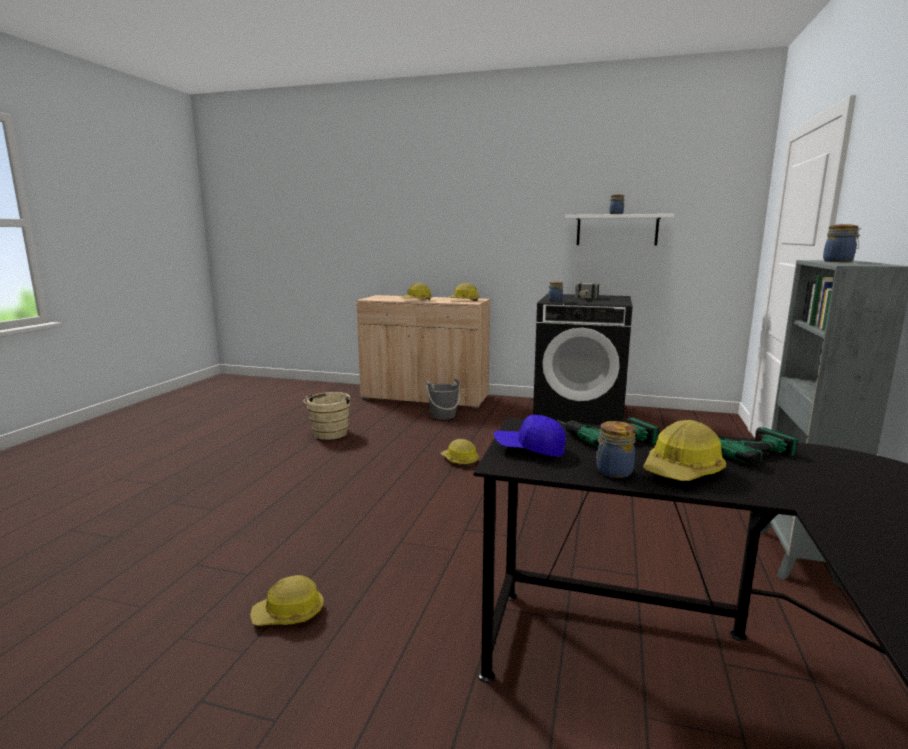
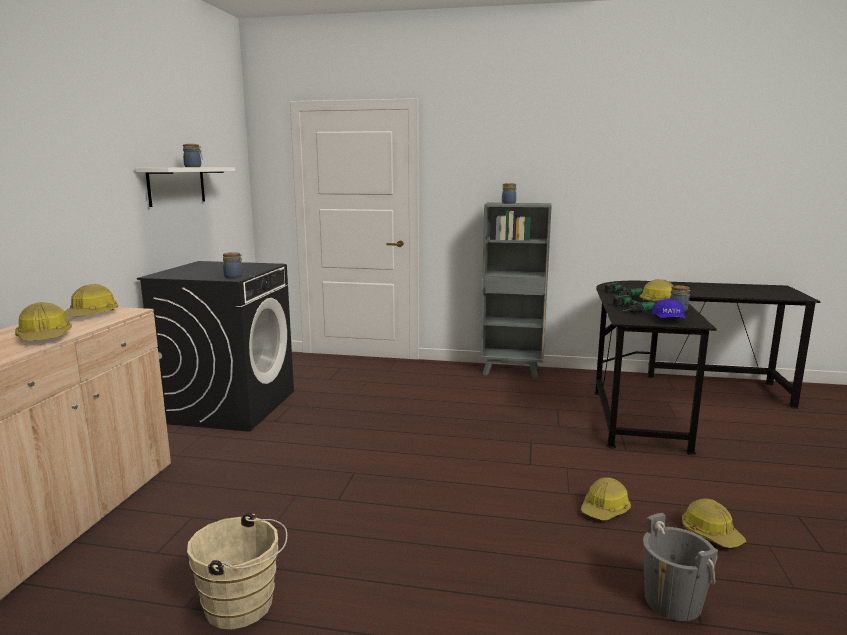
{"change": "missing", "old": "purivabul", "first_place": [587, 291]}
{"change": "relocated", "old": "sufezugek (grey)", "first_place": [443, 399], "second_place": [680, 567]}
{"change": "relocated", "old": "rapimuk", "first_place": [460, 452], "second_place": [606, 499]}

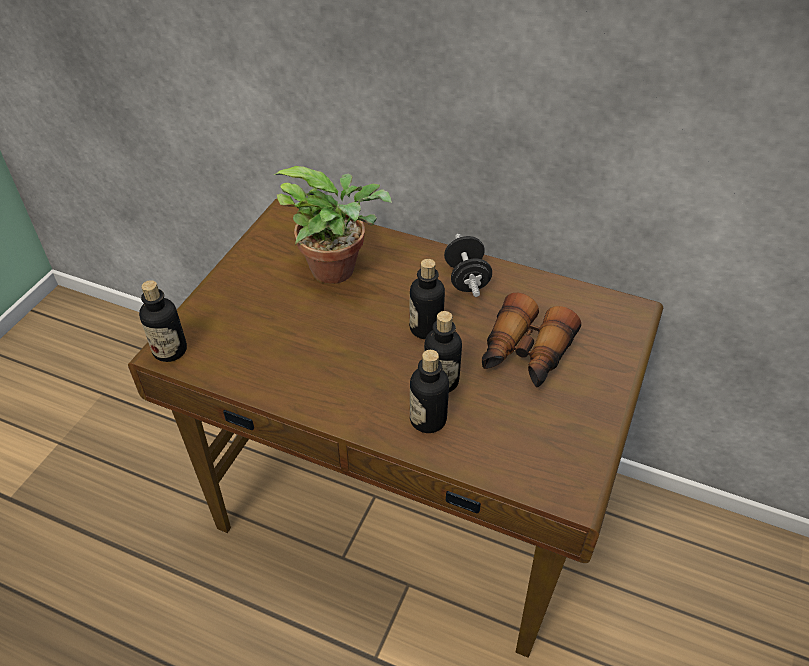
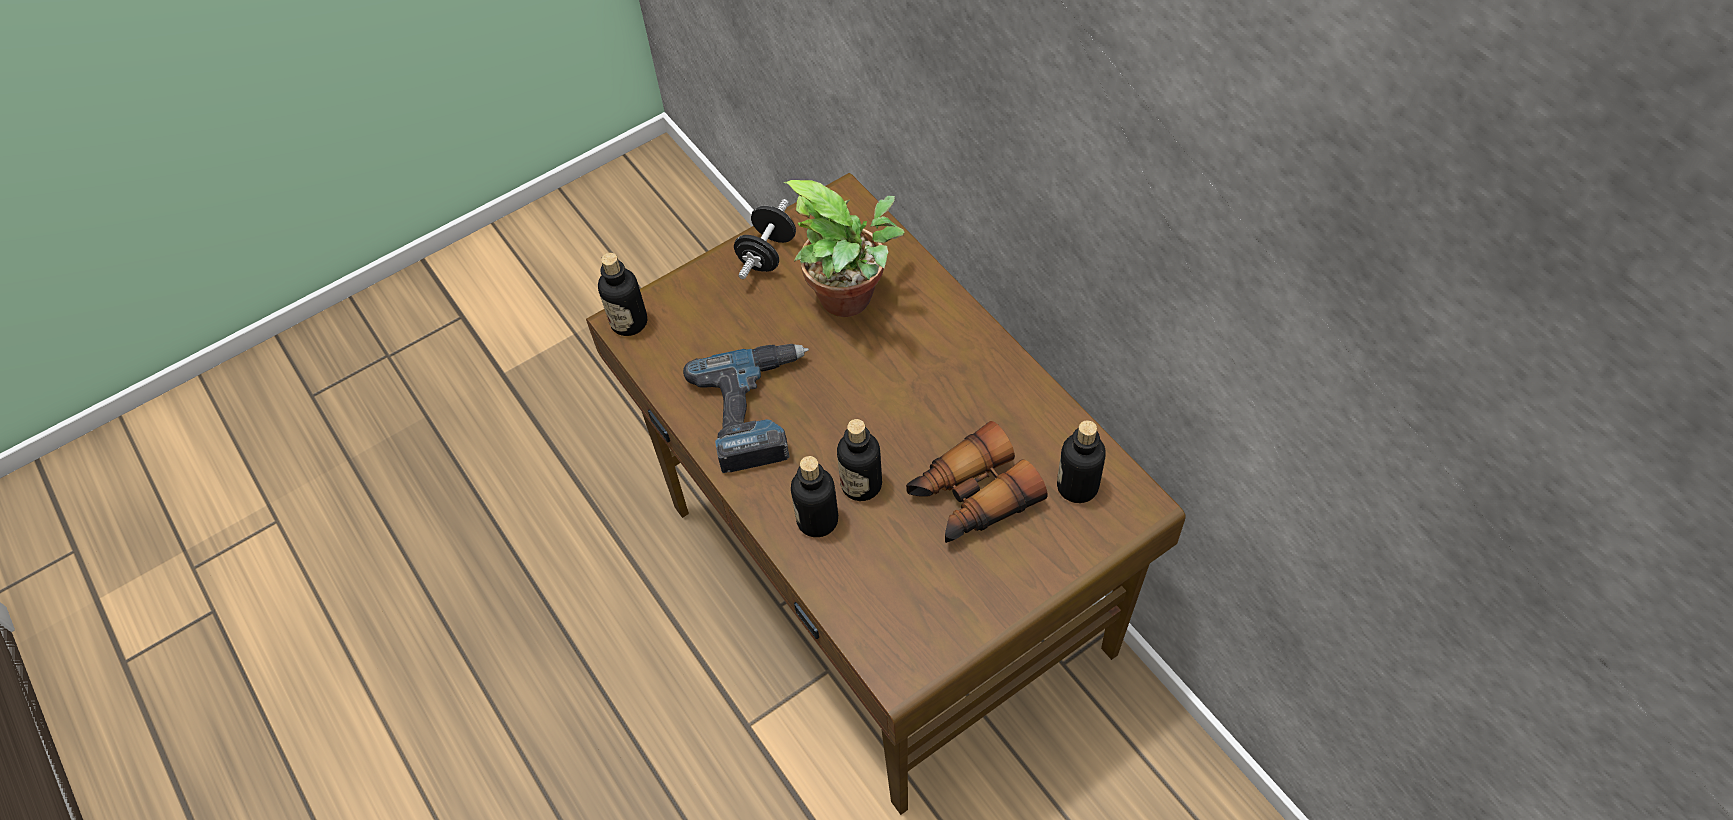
{"change": "appeared", "new": "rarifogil", "second_place": [746, 408]}
{"change": "relocated", "old": "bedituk", "first_place": [427, 299], "second_place": [1081, 461]}
{"change": "relocated", "old": "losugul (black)", "first_place": [468, 265], "second_place": [765, 239]}

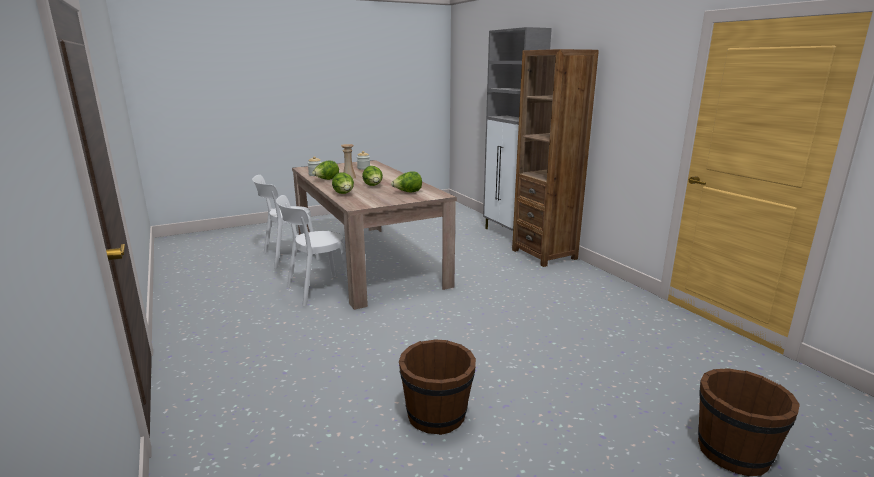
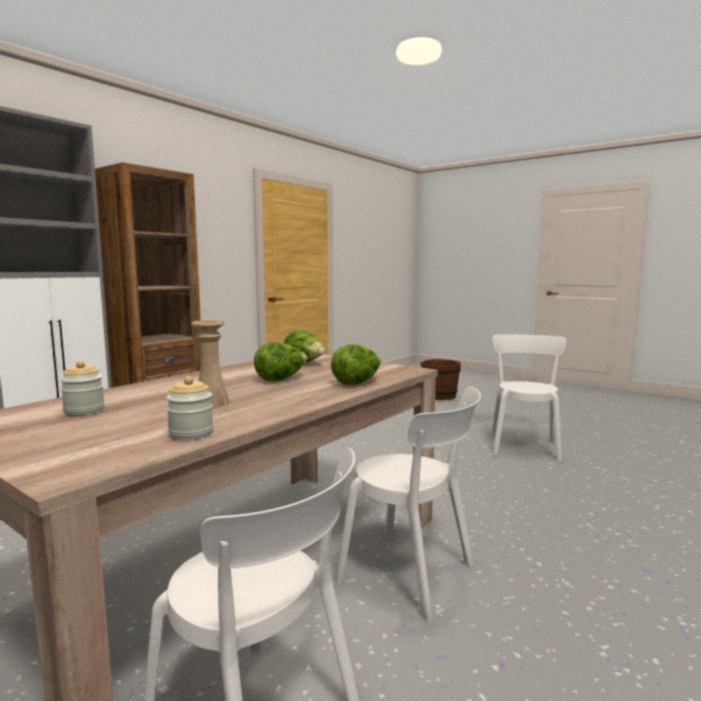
{"change": "missing", "old": "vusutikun", "first_place": [325, 170]}
{"change": "exchanged", "old": "sufezugek (brown)", "new": "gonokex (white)", "first_place": [437, 387], "second_place": [528, 398]}

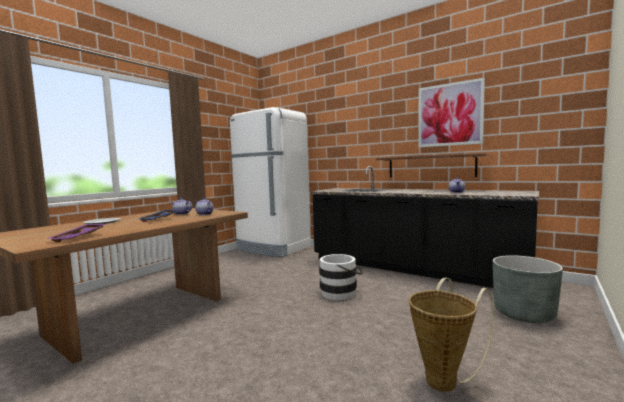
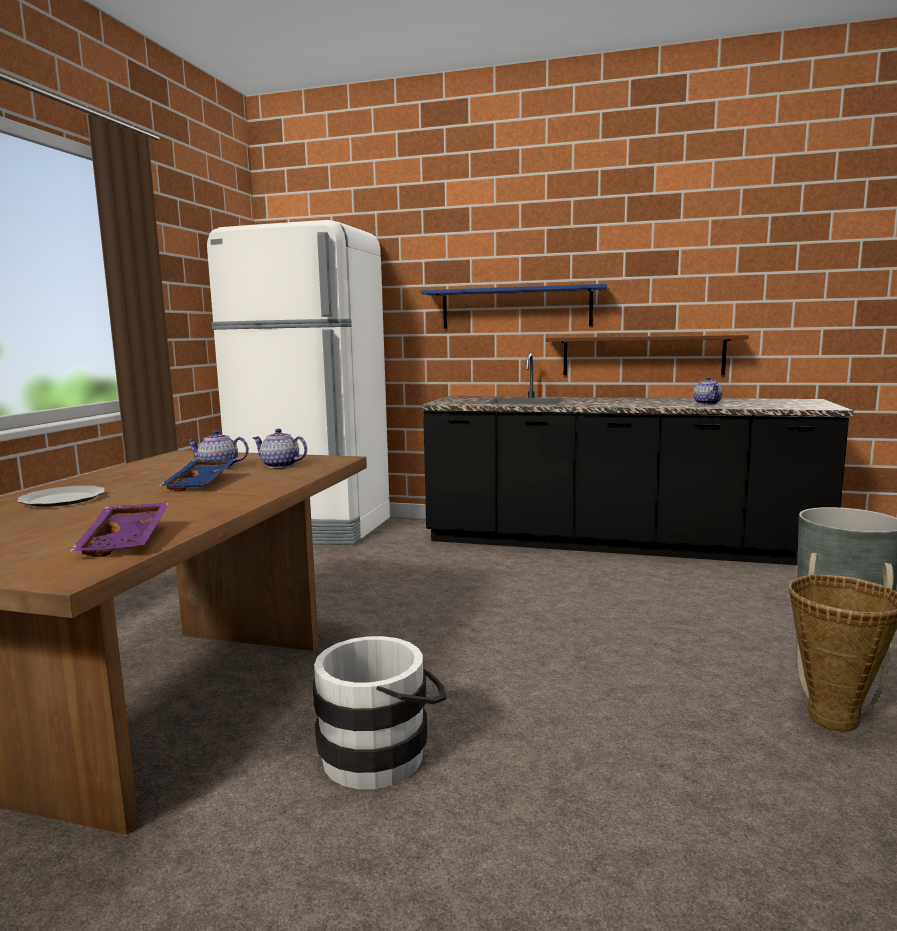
{"change": "missing", "old": "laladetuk", "first_place": [451, 112]}
{"change": "appeared", "new": "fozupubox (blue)", "second_place": [514, 306]}
{"change": "relocated", "old": "sufezugek (white)", "first_place": [341, 277], "second_place": [380, 712]}

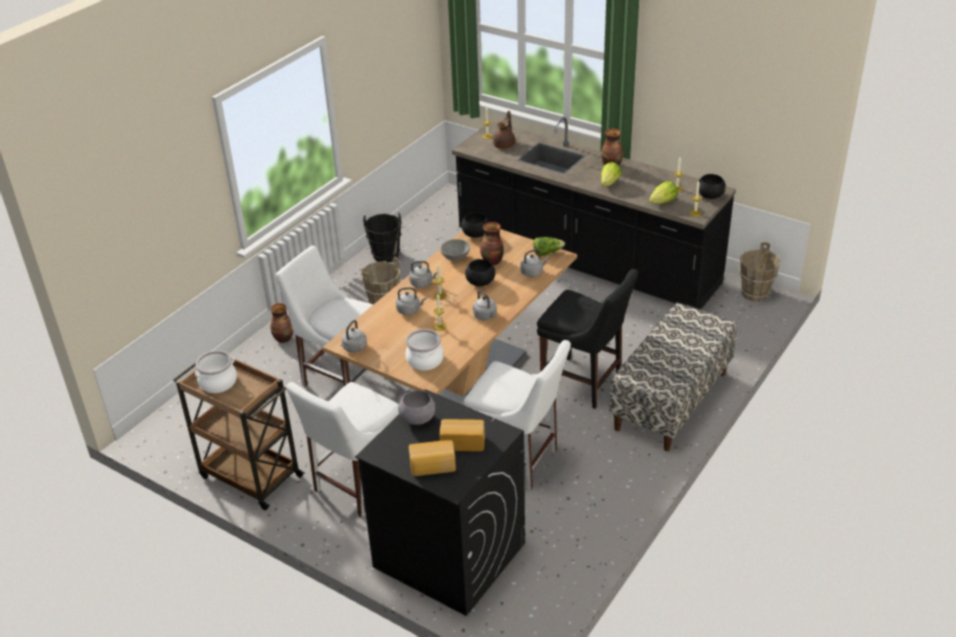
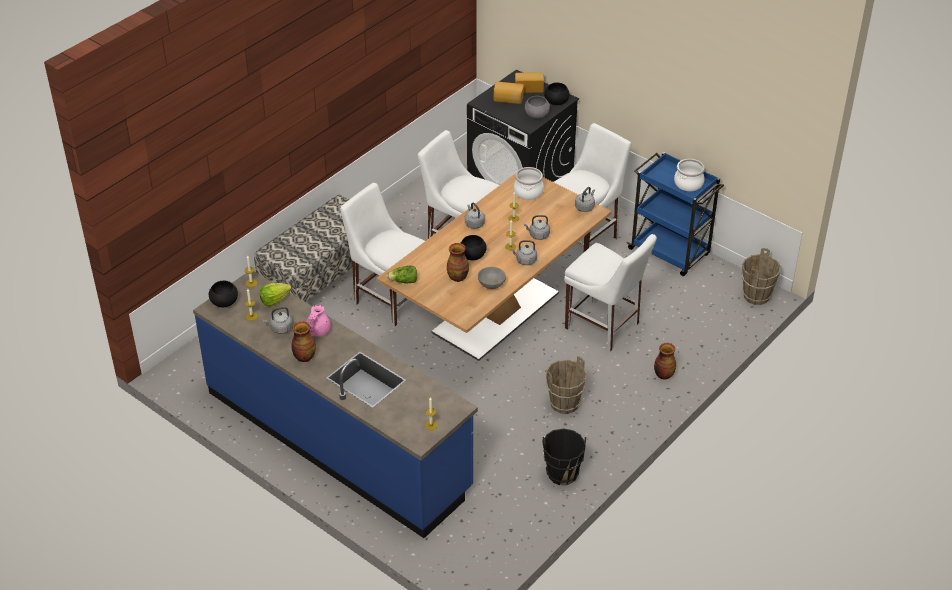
{"change": "missing", "old": "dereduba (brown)", "first_place": [504, 130]}
{"change": "relocated", "old": "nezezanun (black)", "first_place": [475, 225], "second_place": [557, 94]}
{"change": "relocated", "old": "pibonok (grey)", "first_place": [534, 263], "second_place": [278, 320]}
{"change": "relocated", "old": "sufezugek (brown)", "first_place": [759, 272], "second_place": [761, 276]}
{"change": "exchanged", "old": "vusutikun", "new": "dereduba (pink)", "first_place": [611, 174], "second_place": [318, 321]}
{"change": "colour", "old": "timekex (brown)", "new": "timekex (blue)", "first_place": [239, 434], "second_place": [675, 214]}
{"change": "colour", "old": "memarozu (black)", "new": "memarozu (blue)", "first_place": [594, 213], "second_place": [335, 404]}
{"change": "colour", "old": "gonokex (black)", "new": "gonokex (white)", "first_place": [587, 339], "second_place": [382, 254]}

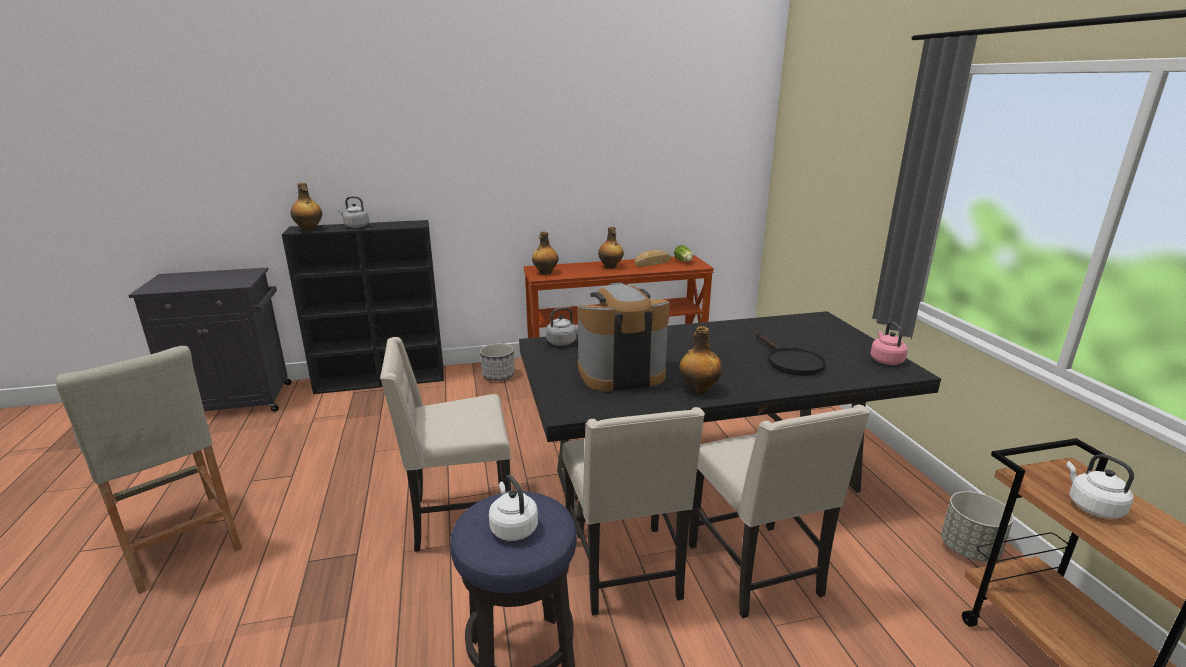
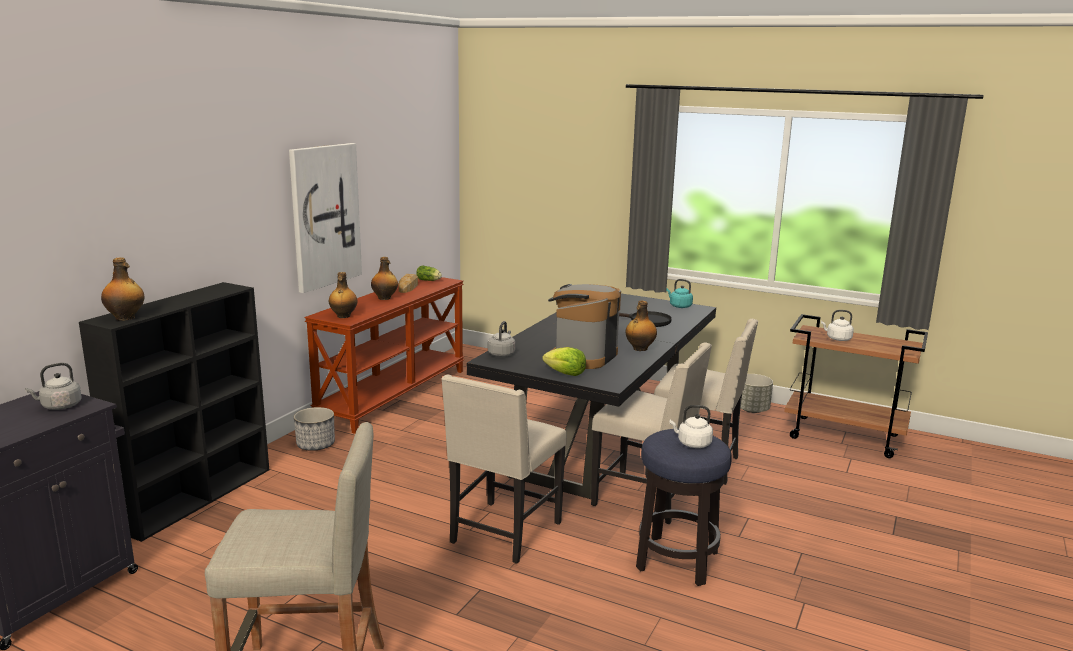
{"change": "appeared", "new": "laladetuk", "second_place": [325, 218]}
{"change": "appeared", "new": "vusutikun", "second_place": [564, 361]}
{"change": "relocated", "old": "pibonok (grey)", "first_place": [353, 212], "second_place": [53, 386]}
{"change": "colour", "old": "pibonok (pink)", "new": "pibonok (turquoise)", "first_place": [889, 343], "second_place": [679, 293]}

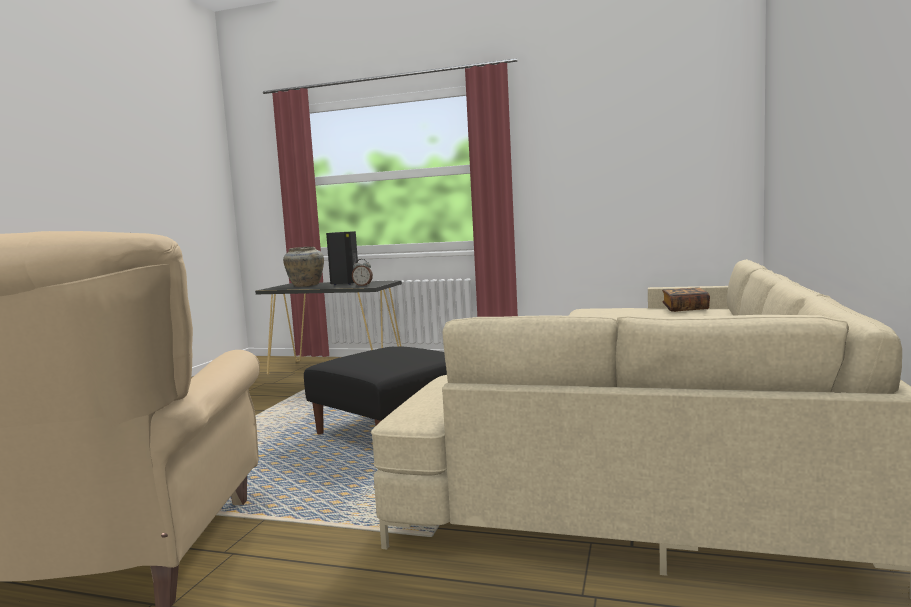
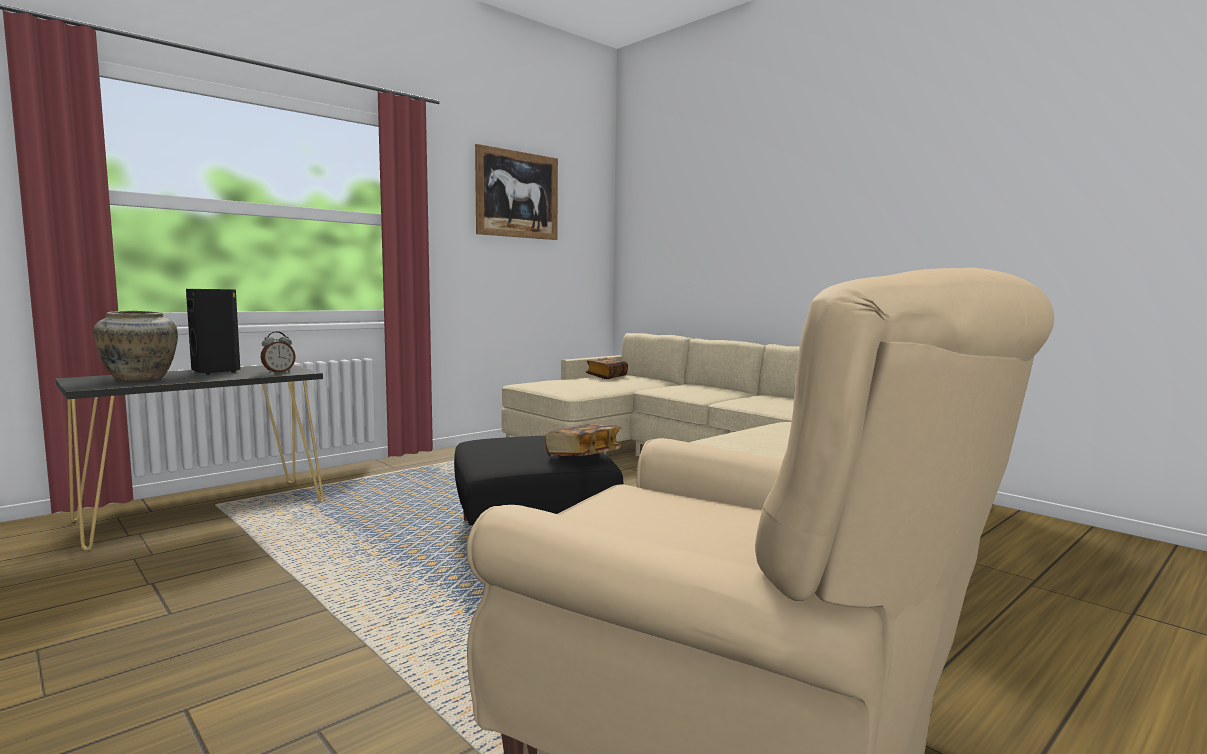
{"change": "appeared", "new": "laladetuk", "second_place": [516, 192]}
{"change": "appeared", "new": "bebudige", "second_place": [583, 440]}

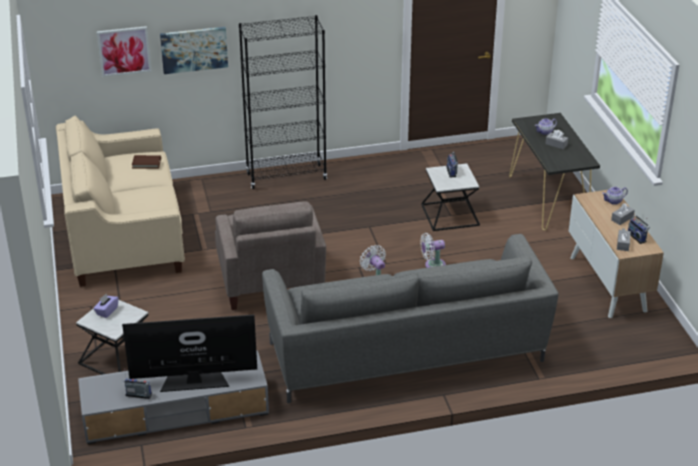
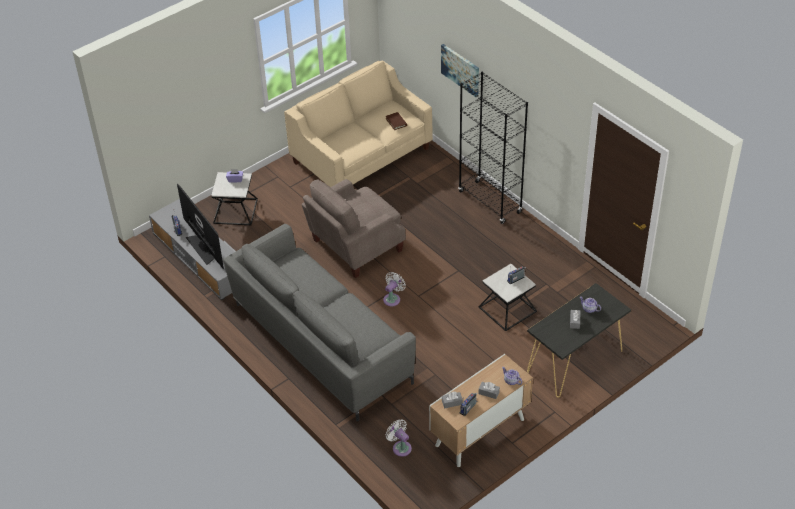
{"change": "missing", "old": "laladetuk", "first_place": [124, 51]}
{"change": "relocated", "old": "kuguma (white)", "first_place": [433, 250], "second_place": [399, 438]}

